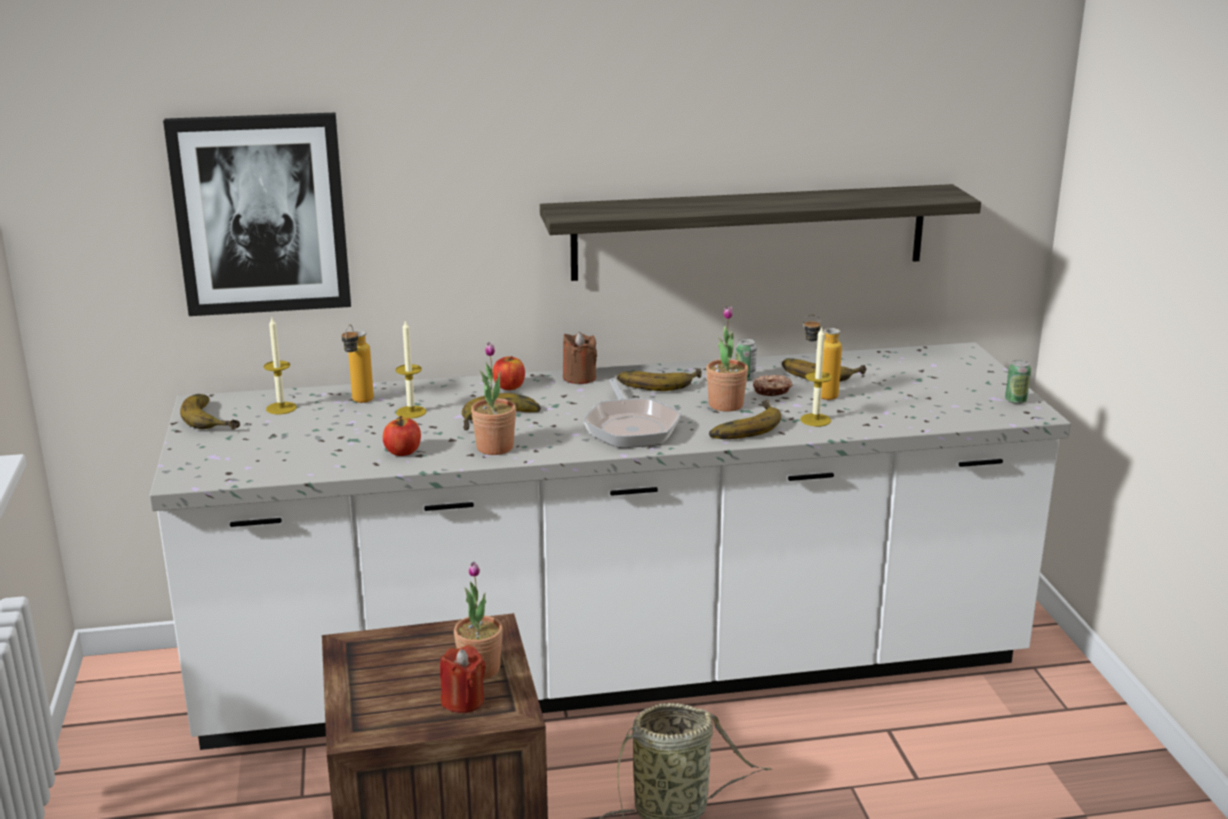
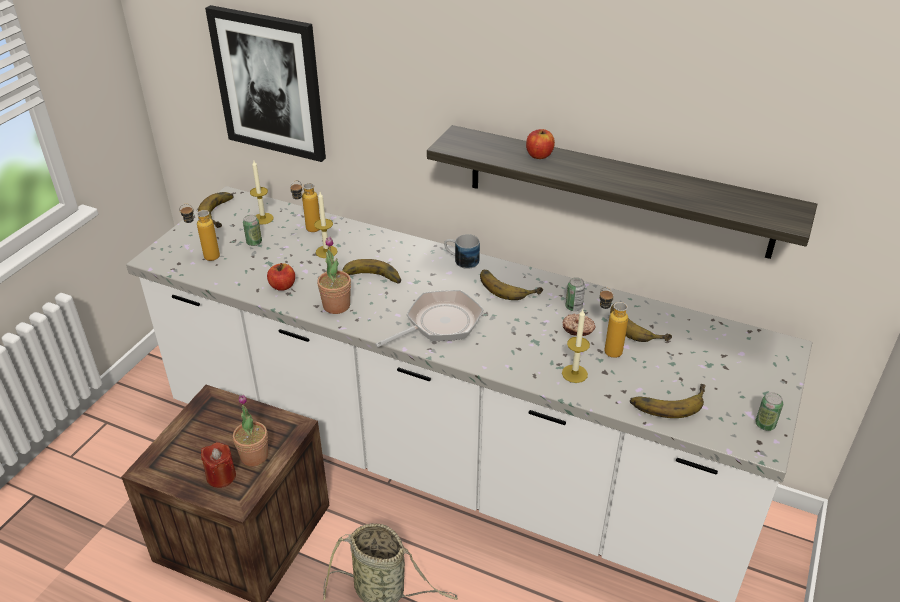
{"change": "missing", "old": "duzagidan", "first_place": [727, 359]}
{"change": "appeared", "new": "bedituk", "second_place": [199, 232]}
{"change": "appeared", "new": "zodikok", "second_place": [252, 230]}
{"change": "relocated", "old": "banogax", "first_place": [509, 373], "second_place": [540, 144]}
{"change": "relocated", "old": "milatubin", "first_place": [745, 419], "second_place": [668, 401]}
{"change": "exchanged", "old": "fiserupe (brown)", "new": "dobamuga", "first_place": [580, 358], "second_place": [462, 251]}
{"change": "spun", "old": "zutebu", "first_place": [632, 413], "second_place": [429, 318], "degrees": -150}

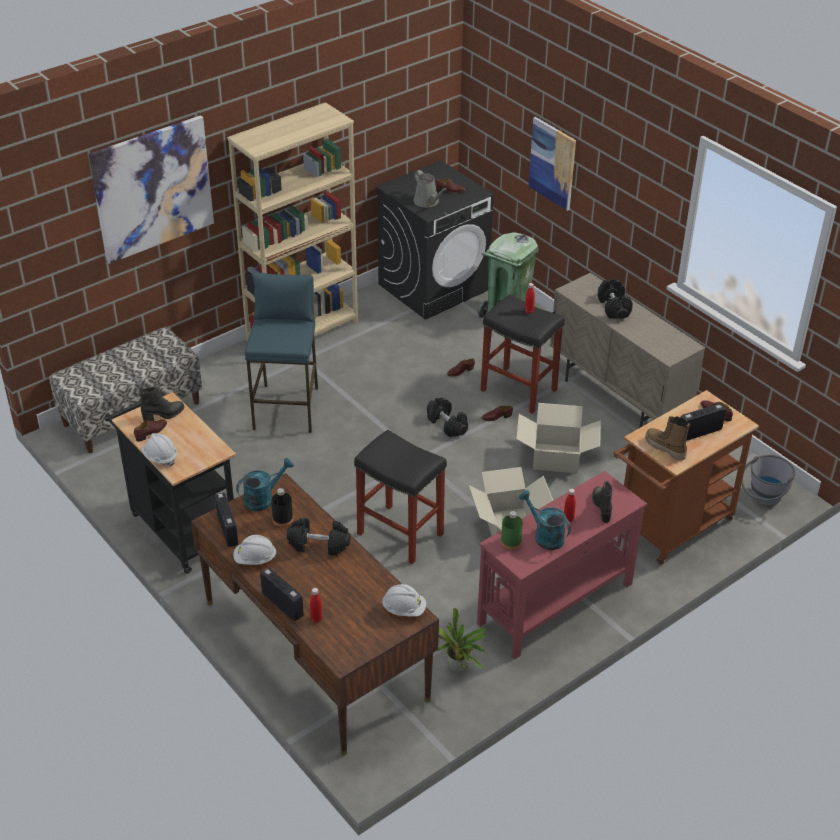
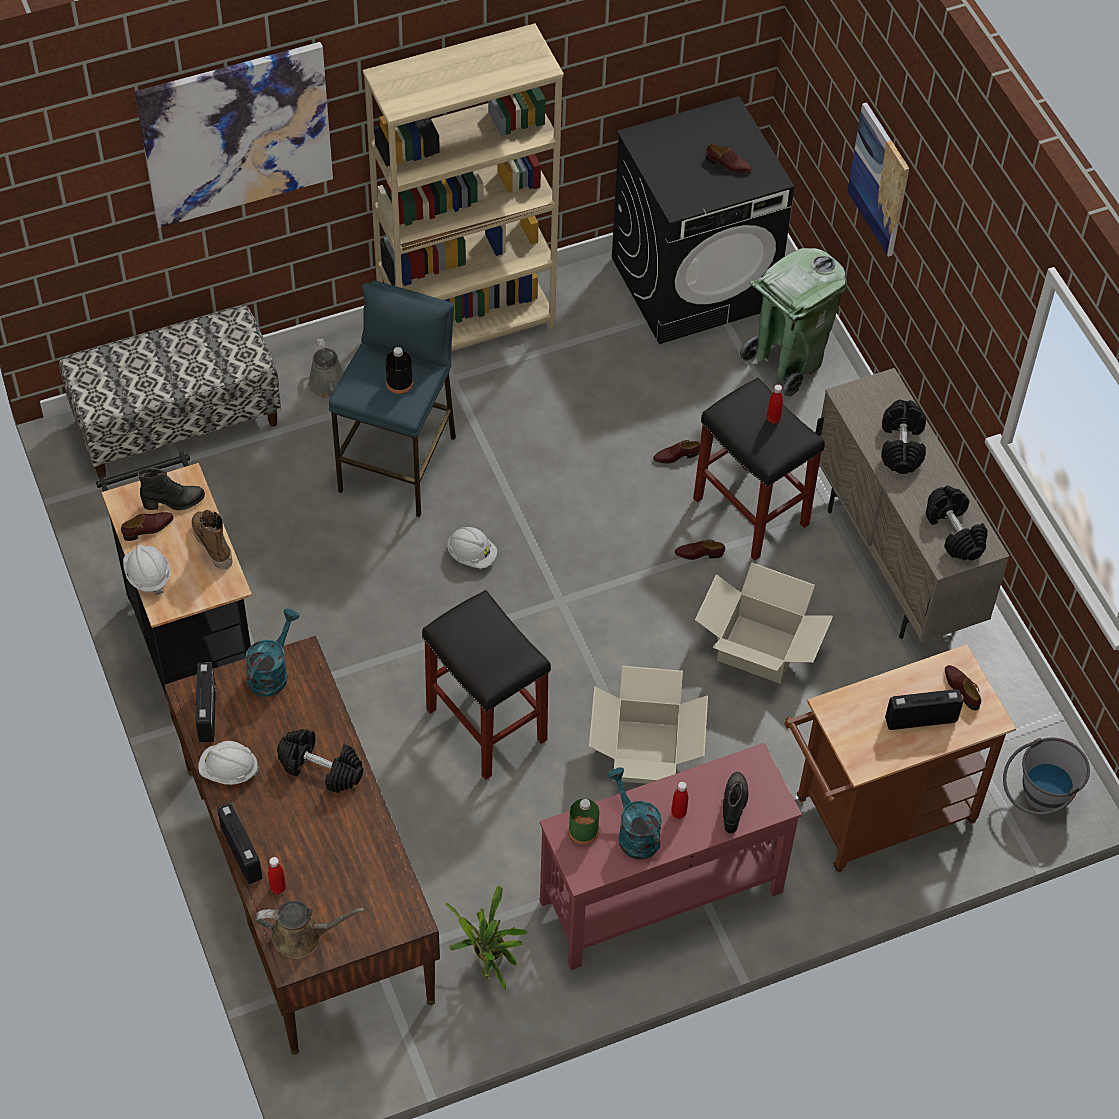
{"change": "appeared", "new": "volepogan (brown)", "second_place": [310, 929]}
{"change": "relocated", "old": "bedituk (black)", "first_place": [282, 507], "second_place": [399, 370]}
{"change": "relocated", "old": "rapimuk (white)", "first_place": [404, 600], "second_place": [472, 548]}
{"change": "relocated", "old": "volepogan (grey)", "first_place": [430, 188], "second_place": [326, 368]}
{"change": "relocated", "old": "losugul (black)", "first_place": [447, 417], "second_place": [957, 522]}
{"change": "relocated", "old": "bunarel", "first_place": [667, 438], "second_place": [211, 540]}
{"change": "spun", "old": "volepogan (turquoise)", "first_place": [265, 484], "second_place": [272, 653], "degrees": -45}

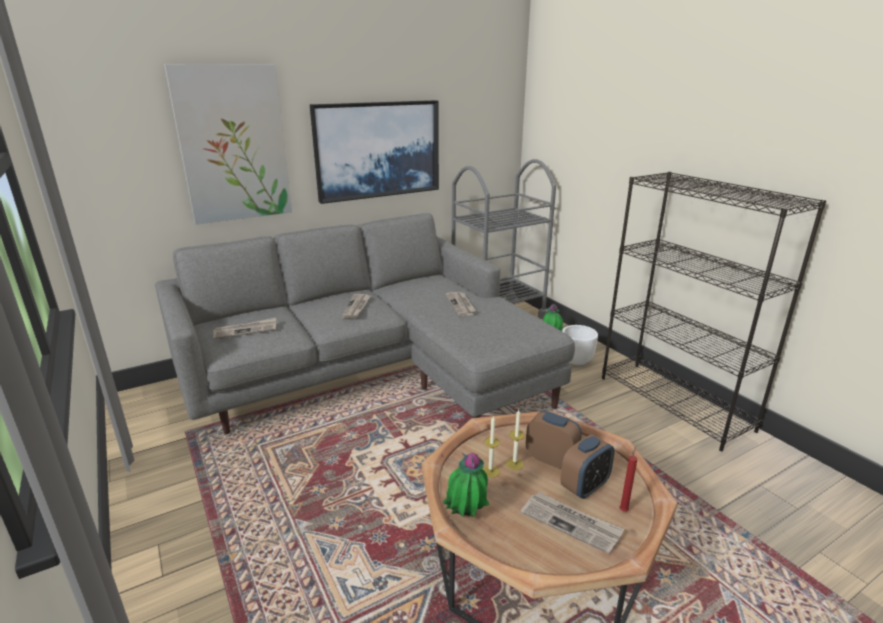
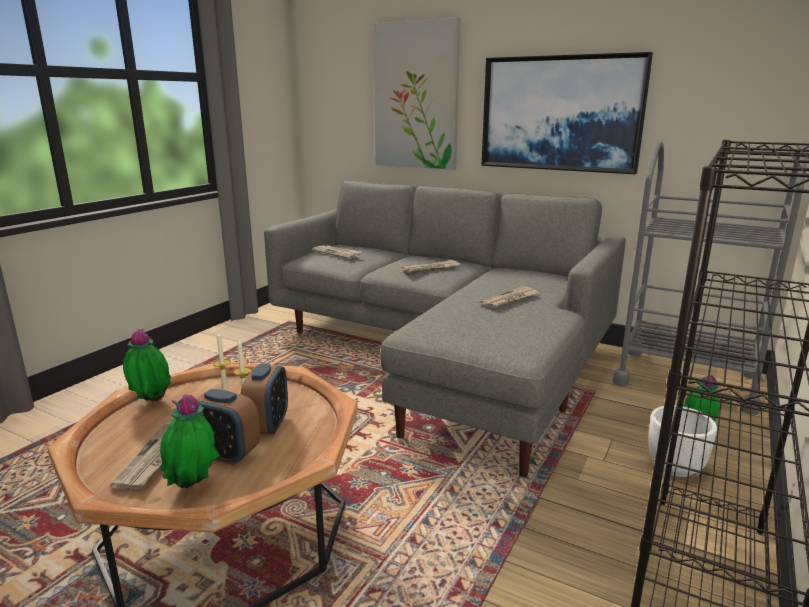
{"change": "exchanged", "old": "fiserupe (red)", "new": "duzagidan", "first_place": [628, 479], "second_place": [189, 441]}

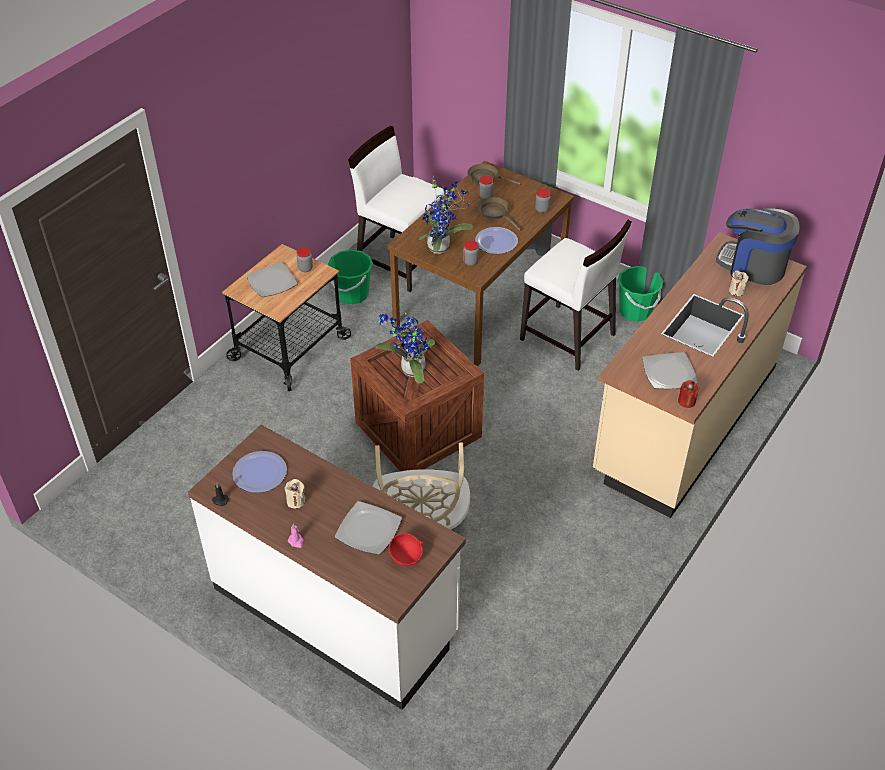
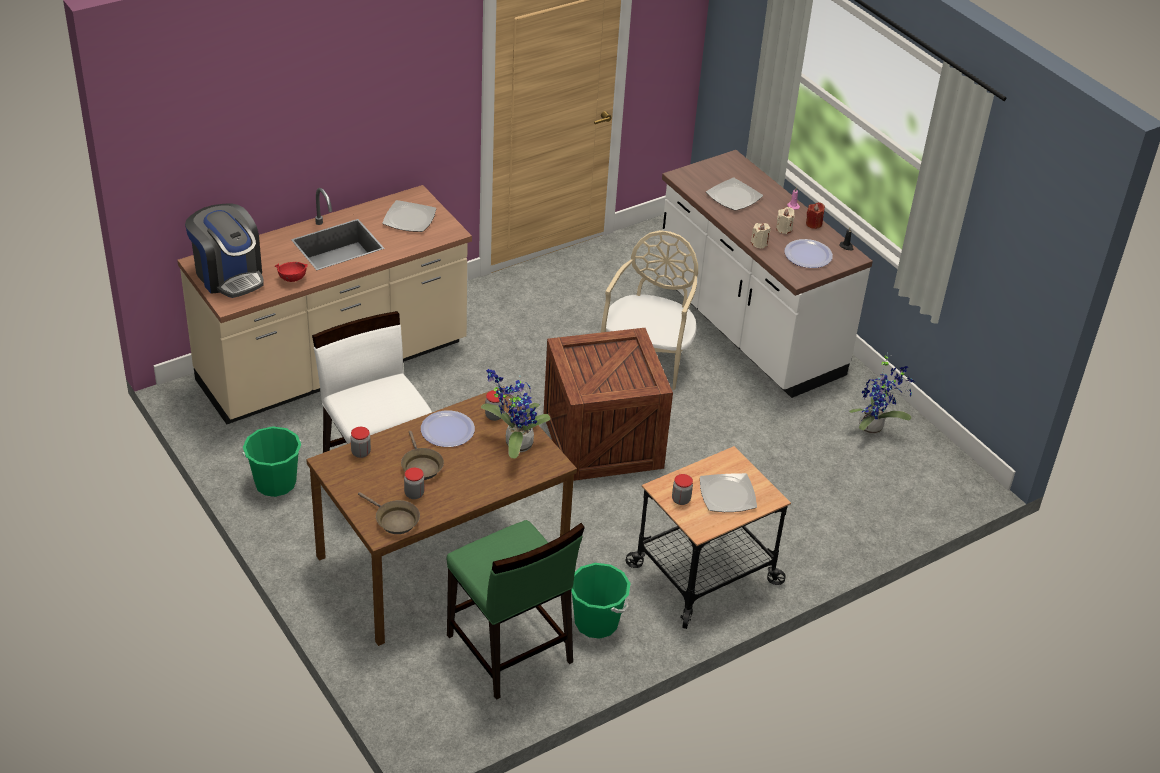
{"change": "relocated", "old": "duzagidan", "first_place": [405, 348], "second_place": [882, 393]}
{"change": "relocated", "old": "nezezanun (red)", "first_place": [406, 549], "second_place": [291, 272]}
{"change": "relocated", "old": "fiserupe (red)", "first_place": [689, 394], "second_place": [815, 215]}
{"change": "relocated", "old": "fiserupe (beige)", "first_place": [739, 283], "second_place": [761, 236]}
{"change": "colour", "old": "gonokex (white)", "new": "gonokex (green)", "first_place": [396, 209], "second_place": [516, 610]}

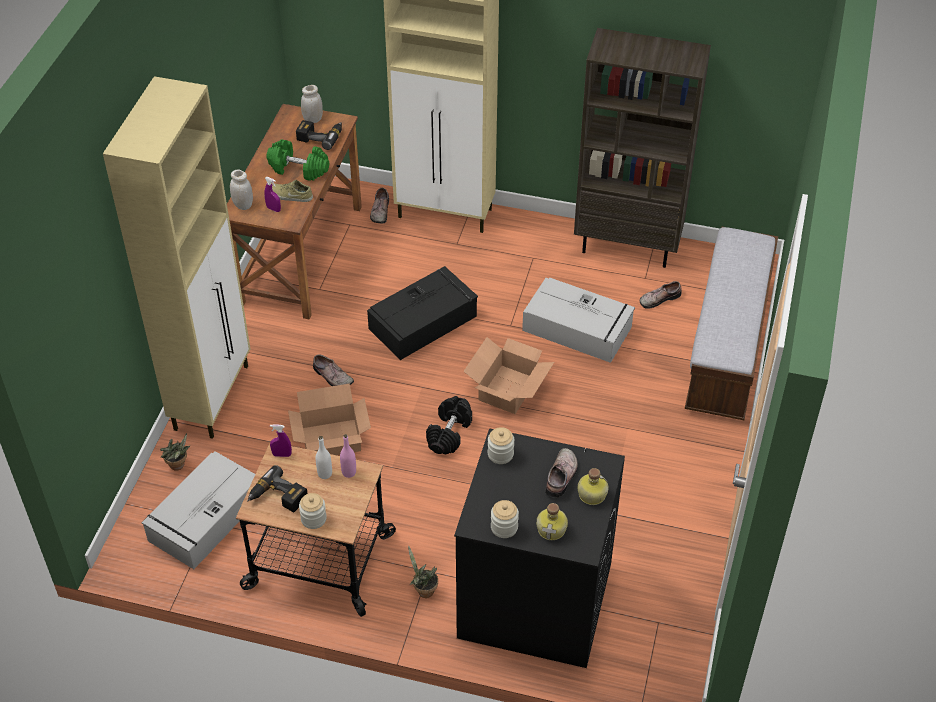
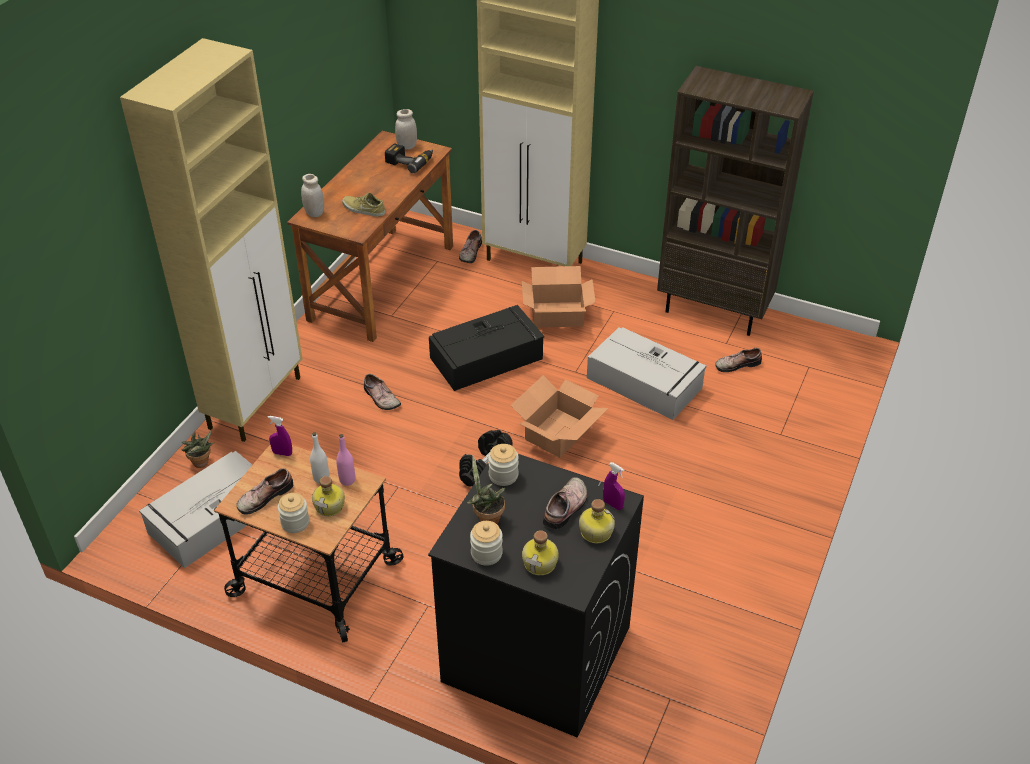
{"change": "missing", "old": "losugul (green)", "first_place": [297, 160]}
{"change": "missing", "old": "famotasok", "first_place": [731, 323]}
{"change": "appeared", "new": "bedituk", "second_place": [328, 496]}
{"change": "relocated", "old": "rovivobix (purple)", "first_place": [272, 194], "second_place": [614, 486]}
{"change": "relocated", "old": "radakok", "first_place": [329, 419], "second_place": [559, 297]}
{"change": "relocated", "old": "duzagidan", "first_place": [423, 571], "second_place": [486, 489]}
{"change": "exchanged", "old": "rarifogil", "new": "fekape", "first_place": [277, 489], "second_place": [264, 491]}

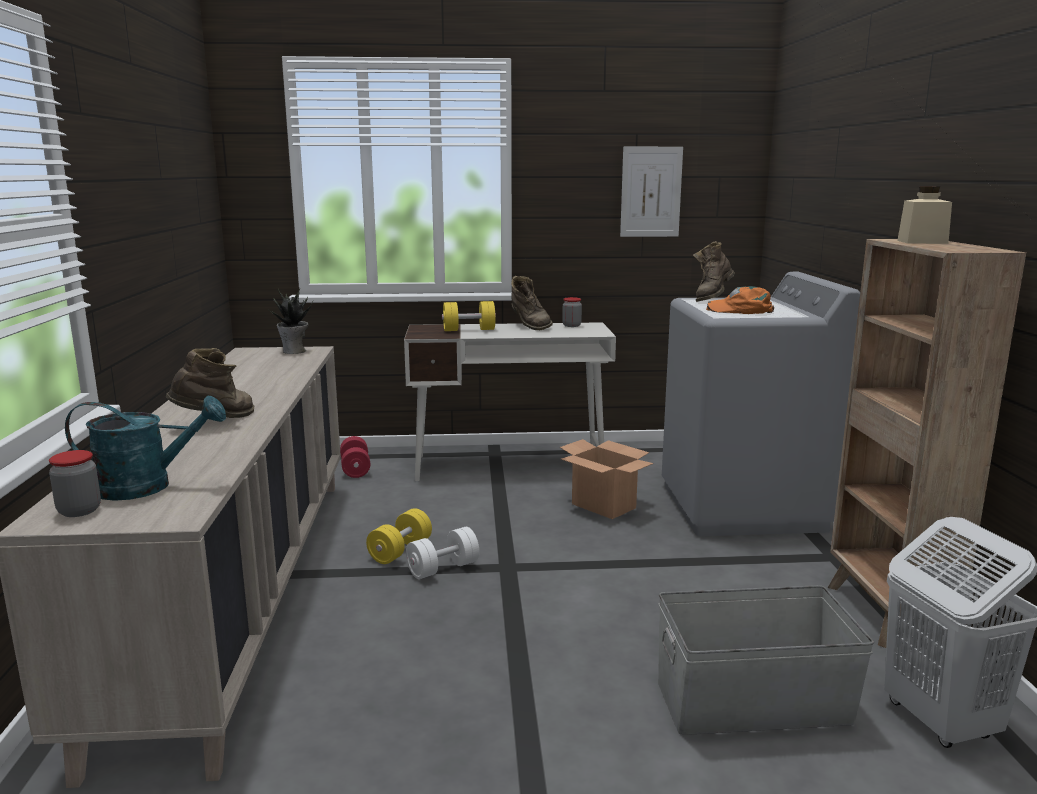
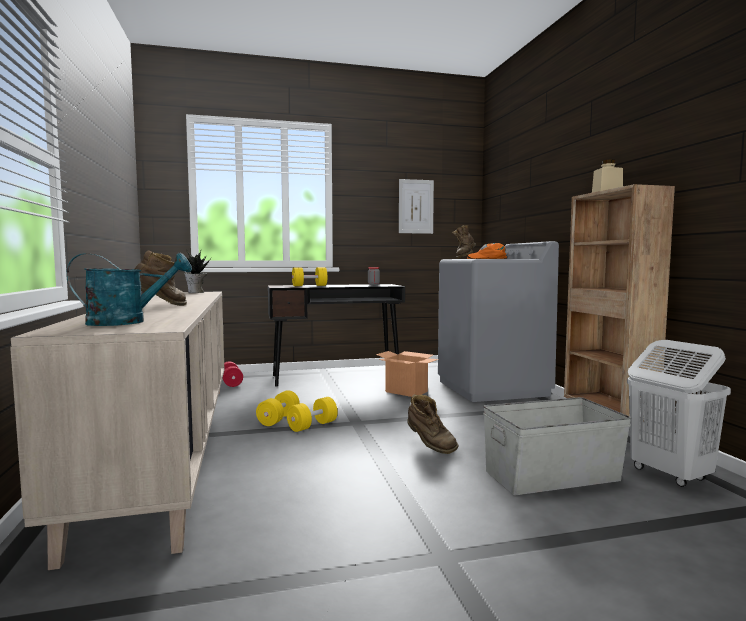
{"change": "missing", "old": "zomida", "first_place": [75, 483]}
{"change": "relocated", "old": "bunarel (brown)", "first_place": [532, 303], "second_place": [433, 424]}
{"change": "colour", "old": "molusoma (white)", "new": "molusoma (black)", "first_place": [510, 401], "second_place": [336, 335]}
{"change": "colour", "old": "losugul (white)", "new": "losugul (yellow)", "first_place": [442, 553], "second_place": [312, 414]}

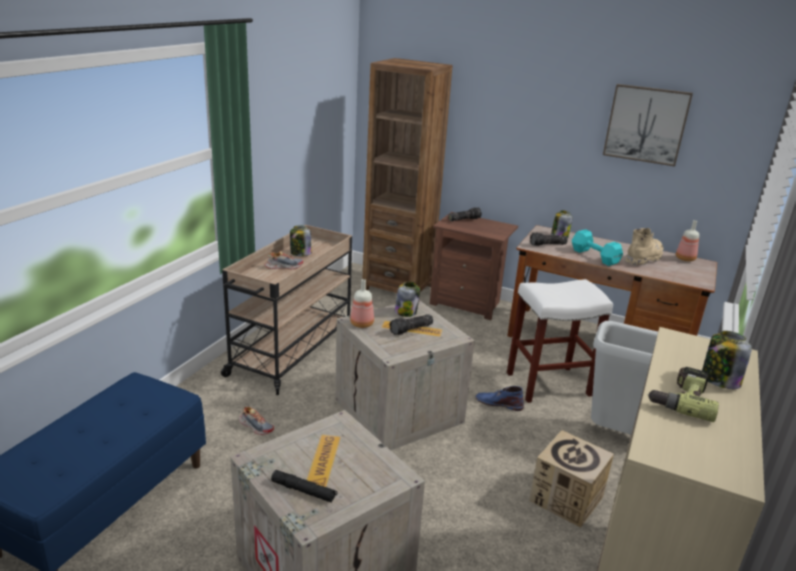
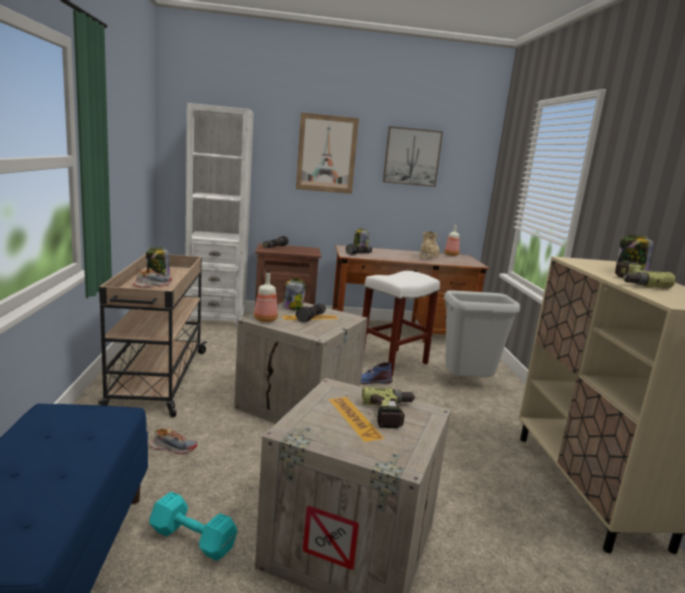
{"change": "missing", "old": "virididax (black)", "first_place": [304, 486]}
{"change": "missing", "old": "radakok", "first_place": [571, 479]}
{"change": "appeared", "new": "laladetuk", "second_place": [327, 153]}
{"change": "appeared", "new": "rarifogil", "second_place": [389, 407]}
{"change": "relocated", "old": "losugul (turquoise)", "first_place": [597, 247], "second_place": [193, 526]}
{"change": "colour", "old": "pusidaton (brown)", "new": "pusidaton (white)", "first_place": [407, 175], "second_place": [219, 215]}

